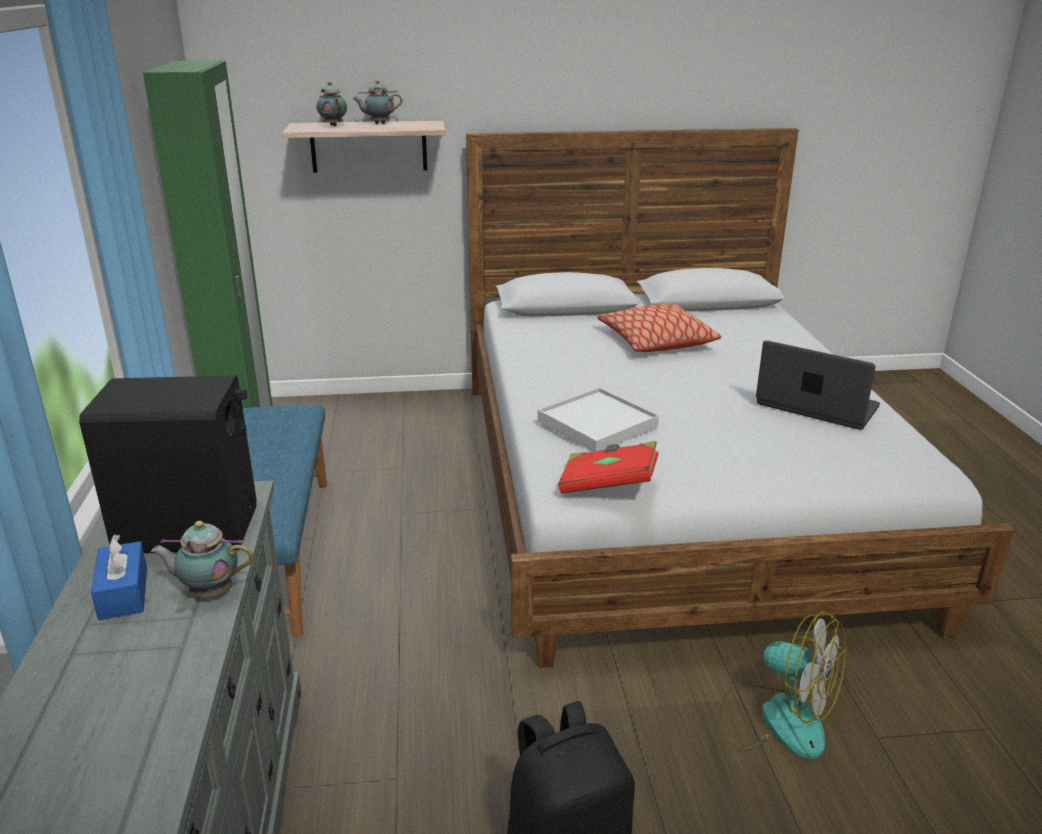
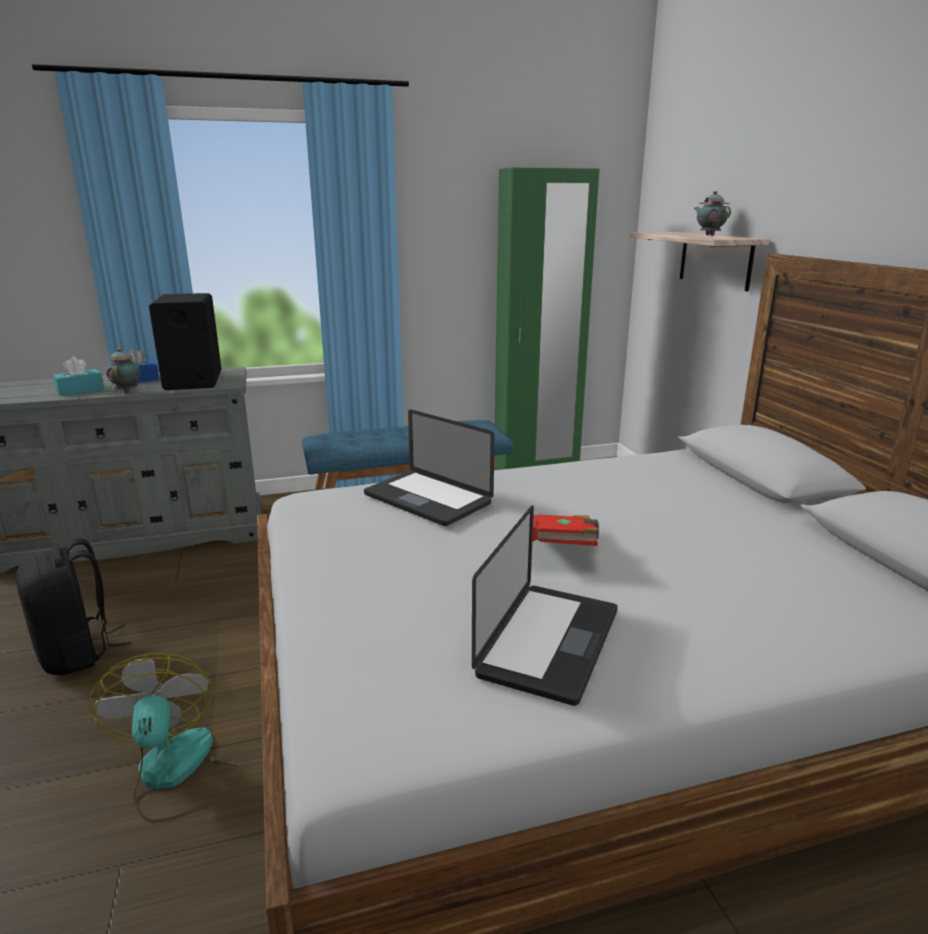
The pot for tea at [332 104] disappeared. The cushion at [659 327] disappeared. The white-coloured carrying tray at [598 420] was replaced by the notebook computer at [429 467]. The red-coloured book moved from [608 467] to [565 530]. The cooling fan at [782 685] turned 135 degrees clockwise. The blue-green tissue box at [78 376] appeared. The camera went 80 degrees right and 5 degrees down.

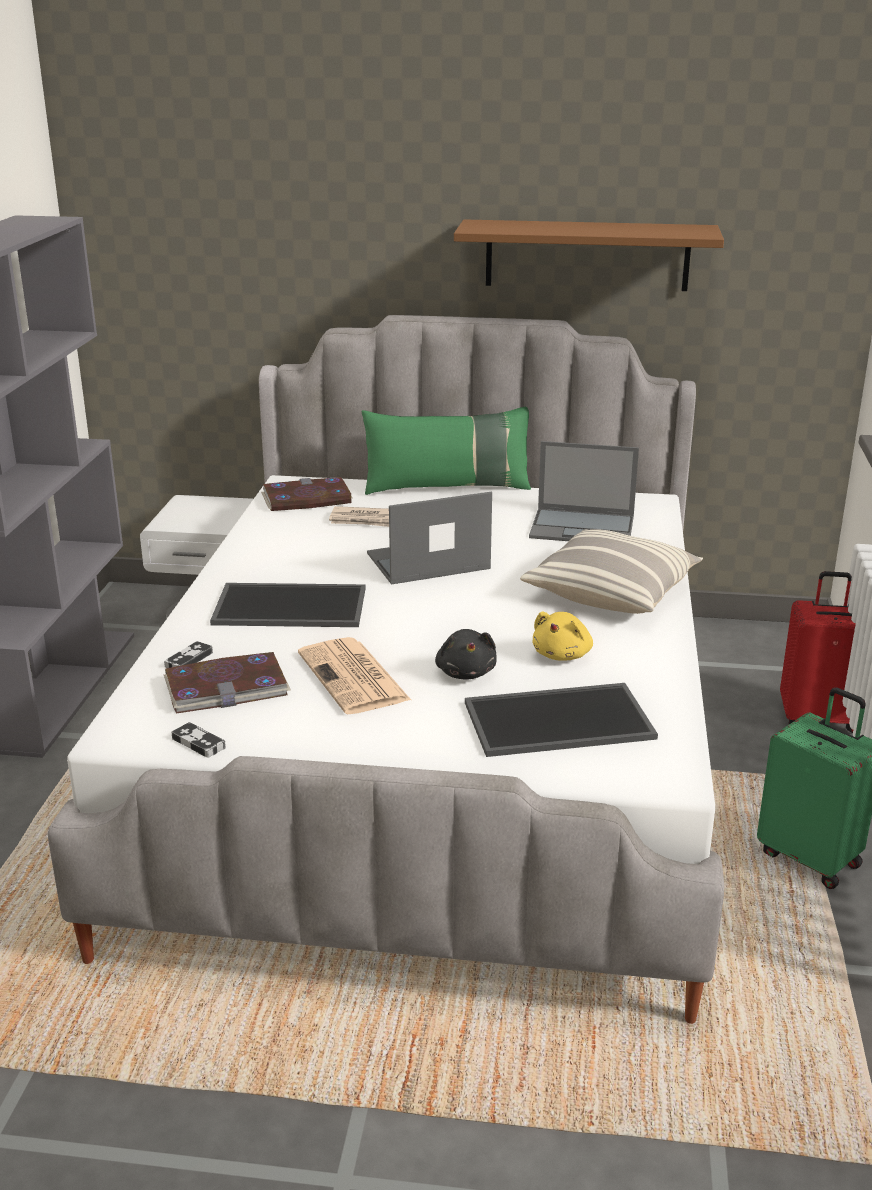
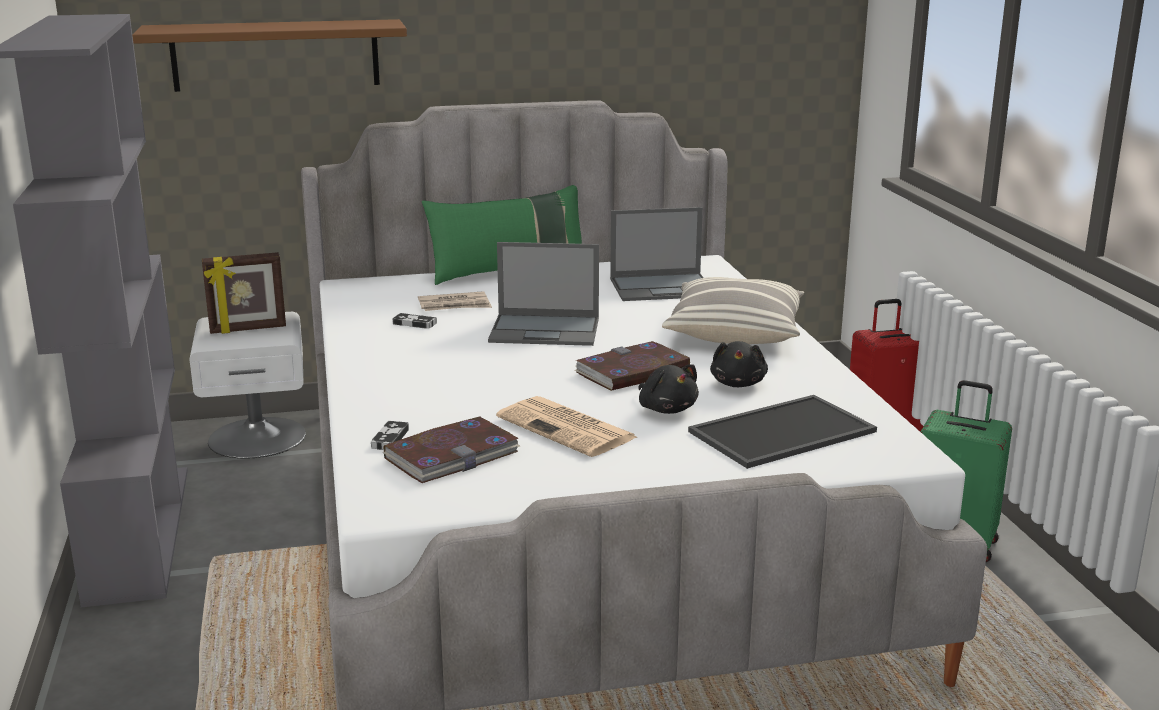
The brown-coloured bracket shelf moved from [589 255] to [269 55]. The book moved from [306 494] to [632 366]. The notebook computer at [429 538] turned 135 degrees counterclockwise. The carrying tray at [287 605] disappeared. The yellow cuddly toy at [562 636] became the black cuddly toy at [739 364]. The gamepad moved from [198 740] to [415 321]. The standing frame at [244 293] appeared. The camera went 20 degrees left and 5 degrees down.

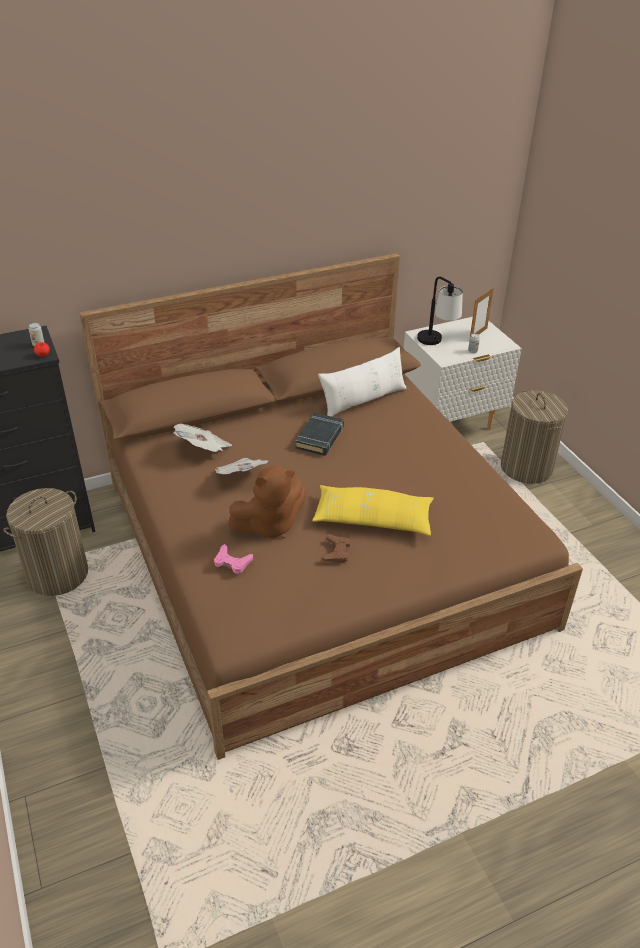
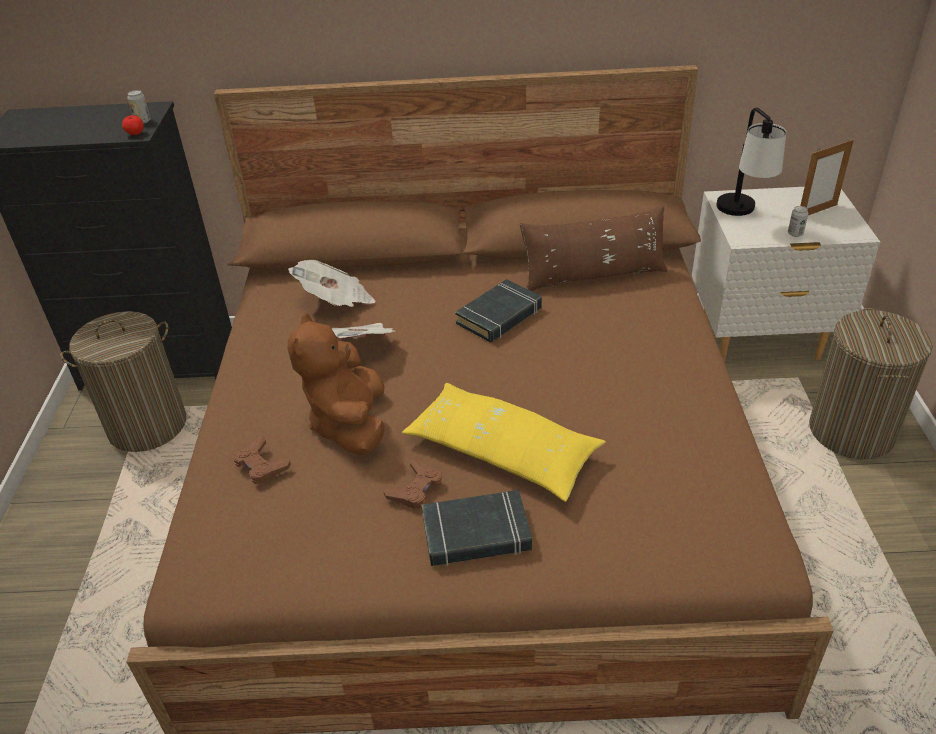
The white-coloured cushion at [362 382] became the brown-coloured cushion at [593 248]. The brown-coloured cuddly toy at [267 503] turned 90 degrees clockwise. The pink gamepad at [233 559] became the brown-coloured gamepad at [262 460]. The black book at [477 528] appeared. The camera went 25 degrees right and 0 degrees up.

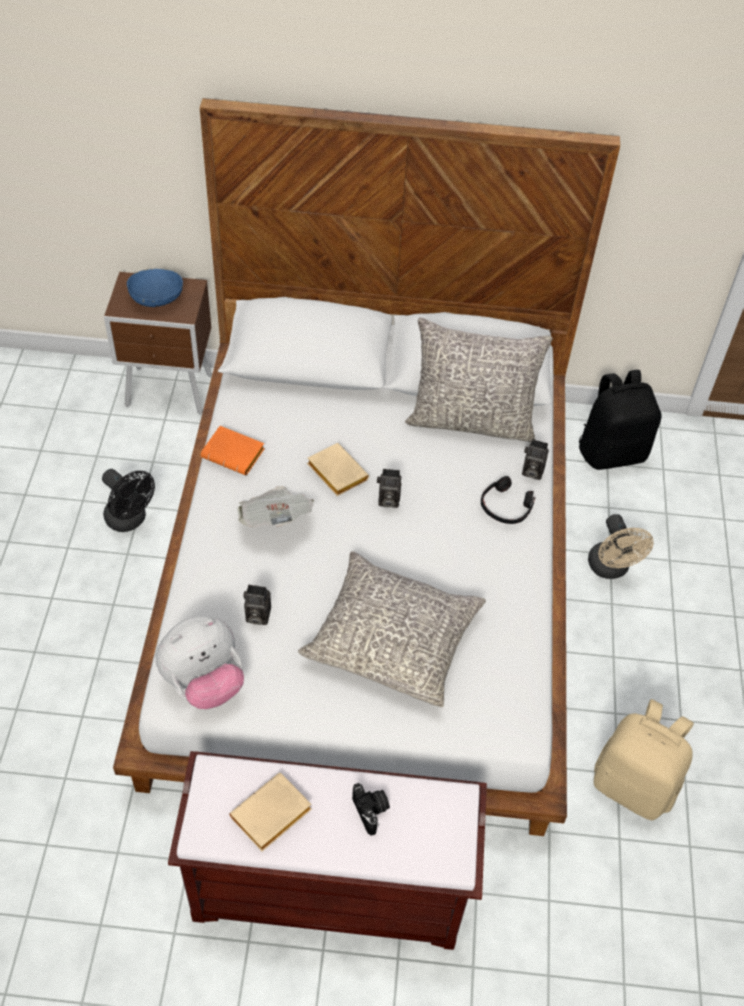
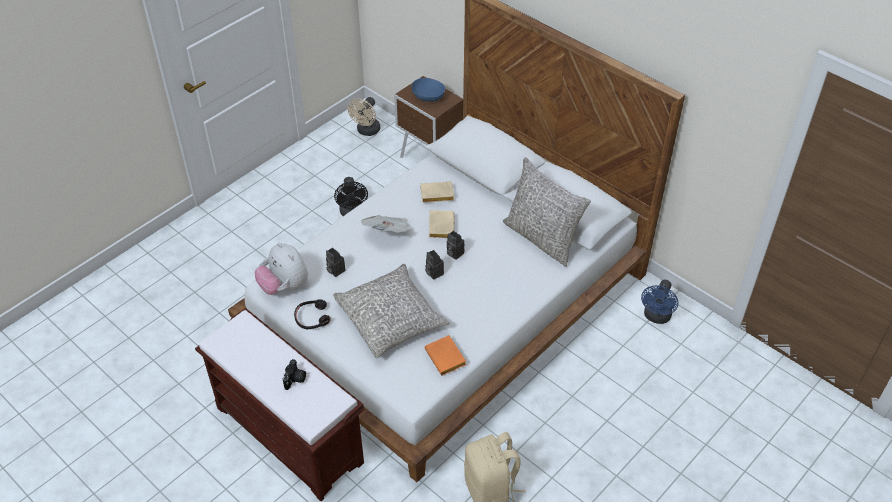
The black rucksack at [620 420] was replaced by the blue cooling fan at [659 302]. The orange-coloured book moved from [233 450] to [445 355]. The photo camera moved from [535 459] to [434 264]. The black headset moved from [508 500] to [312 314]. The sand-coloured cooling fan moved from [621 546] to [364 116]. The cuddly toy at [200 662] turned 45 degrees clockwise. The sand-coloured book moved from [271 812] to [437 192]. The camera went 40 degrees right and 5 degrees down.

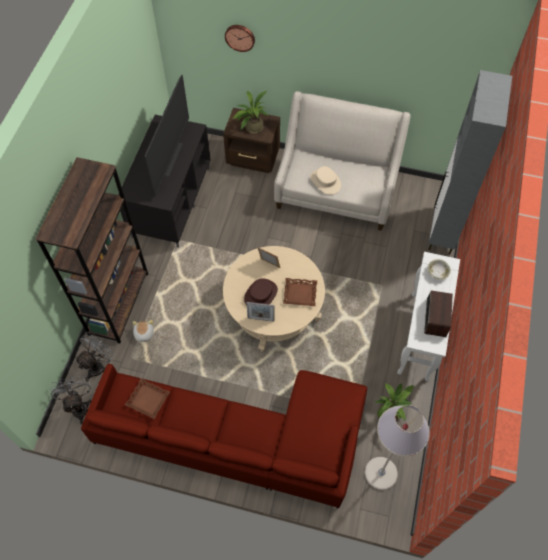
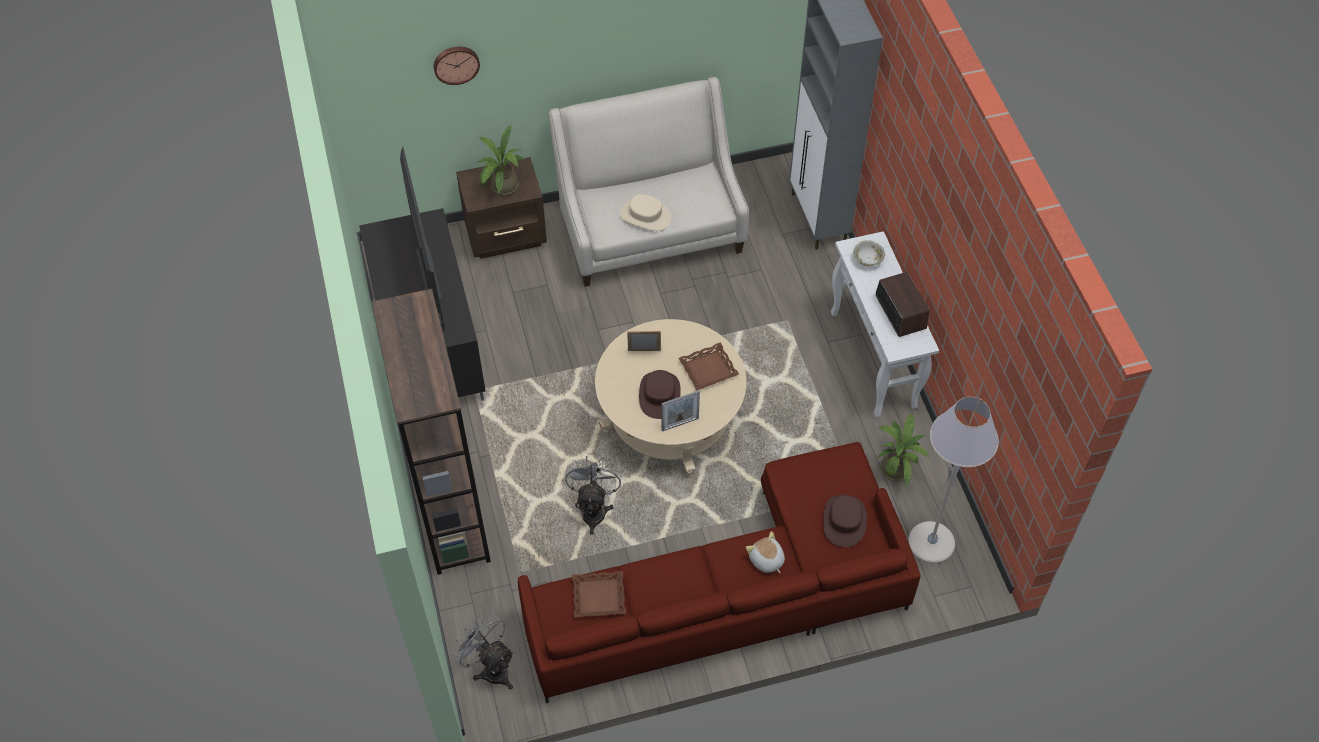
The cuddly toy moved from [143 332] to [765 552]. The gray cooling fan moved from [95 356] to [593 495]. The brown-coloured hat at [845 521] appeared. The camera went 30 degrees left and 5 degrees down.

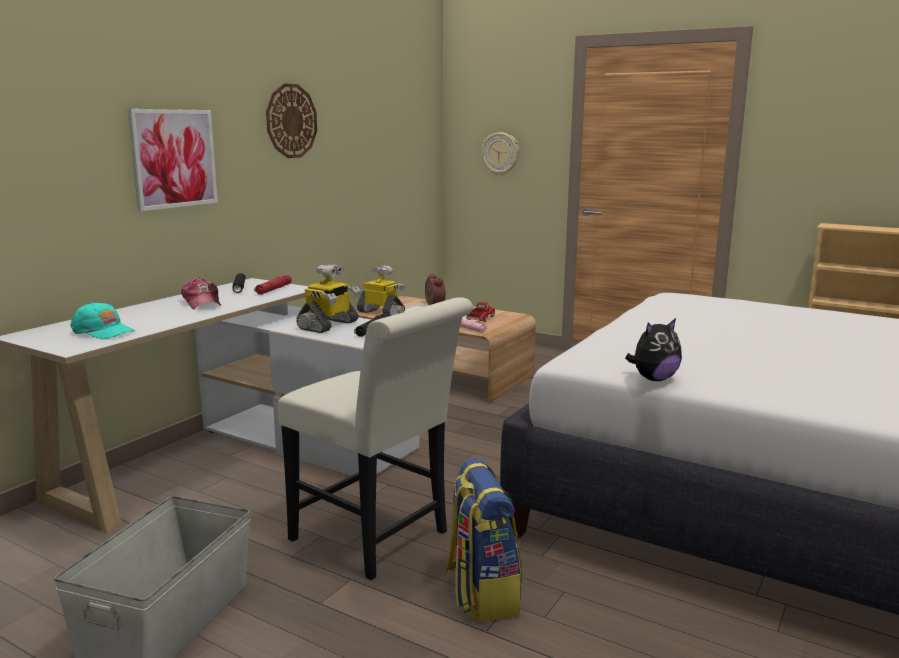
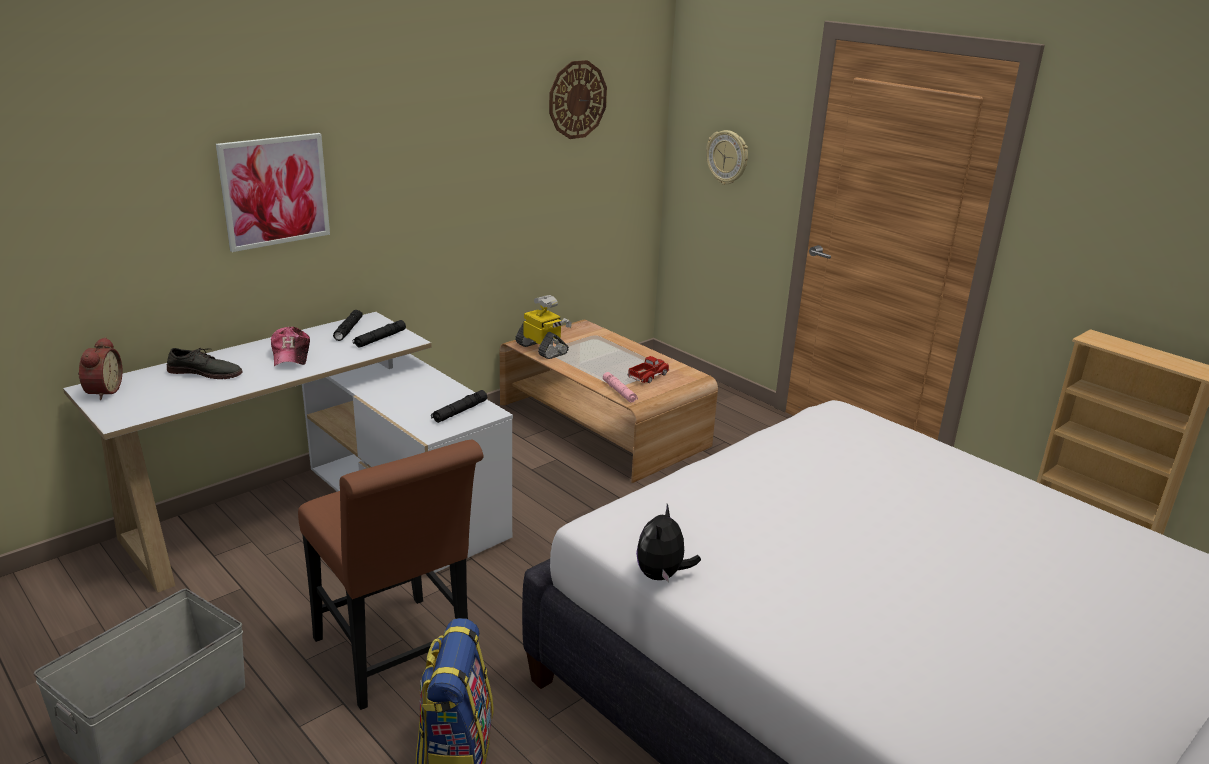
The clock on the wall moved from [291 120] to [578 99]. The toy robot at [328 298] disappeared. The bedside clock moved from [435 289] to [100 368]. The red-coloured torch at [273 285] became the black torch at [379 334]. The white-coloured chair at [375 438] became the brown-coloured chair at [391 575]. The blue-green peaked cap at [103 320] disappeared. The cuddly toy at [653 349] turned 120 degrees clockwise. The gray shoe at [204 363] appeared. The camera went 15 degrees right and 10 degrees up.

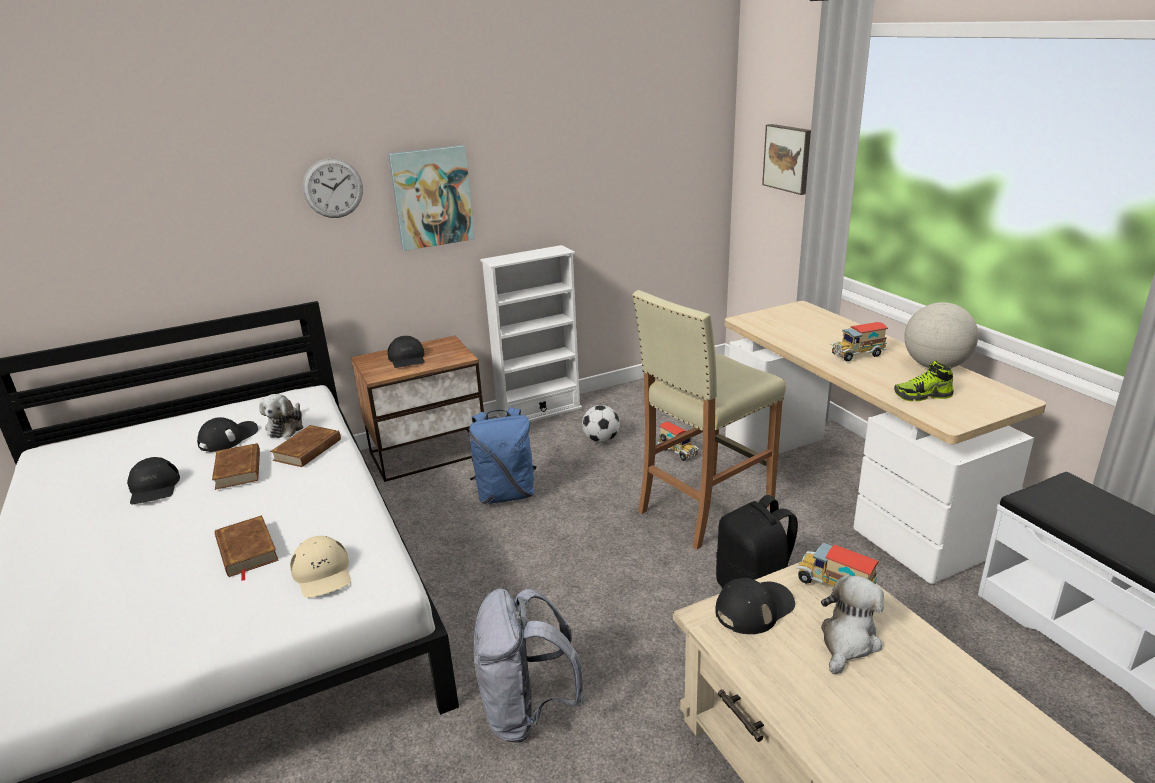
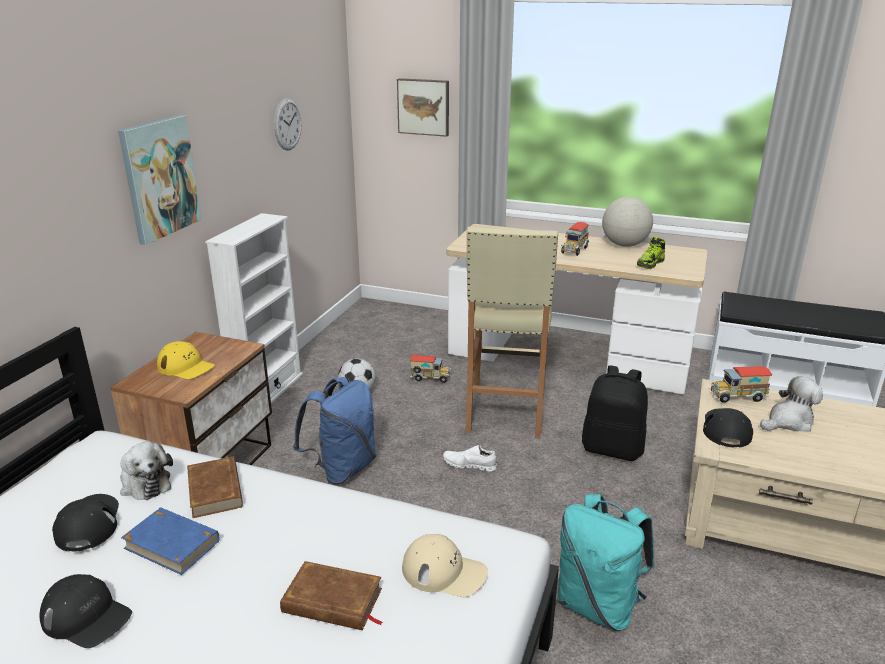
The clock on the wall moved from [333 188] to [288 124]. The black peaked cap at [406 352] became the yellow peaked cap at [186 360]. The brown-coloured book at [236 466] became the blue book at [170 541]. The cuddly toy at [852 624] turned 75 degrees clockwise. The gray rucksack at [529 666] became the blue-green rucksack at [606 562]. The white-coloured shoe at [470 458] appeared. The camera went 45 degrees left and 0 degrees up.

